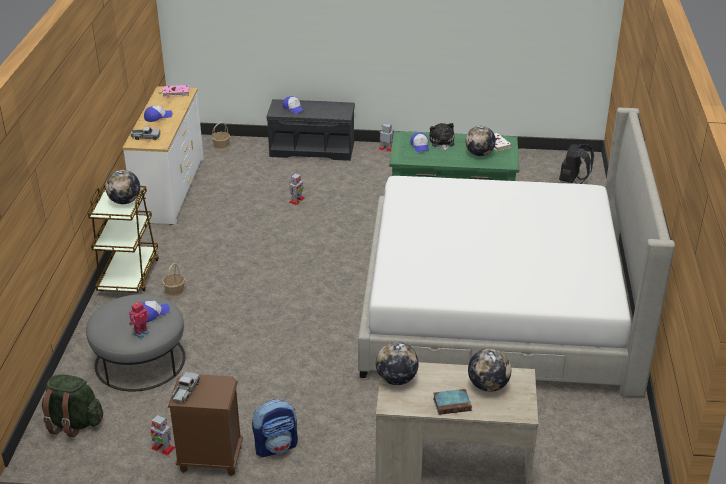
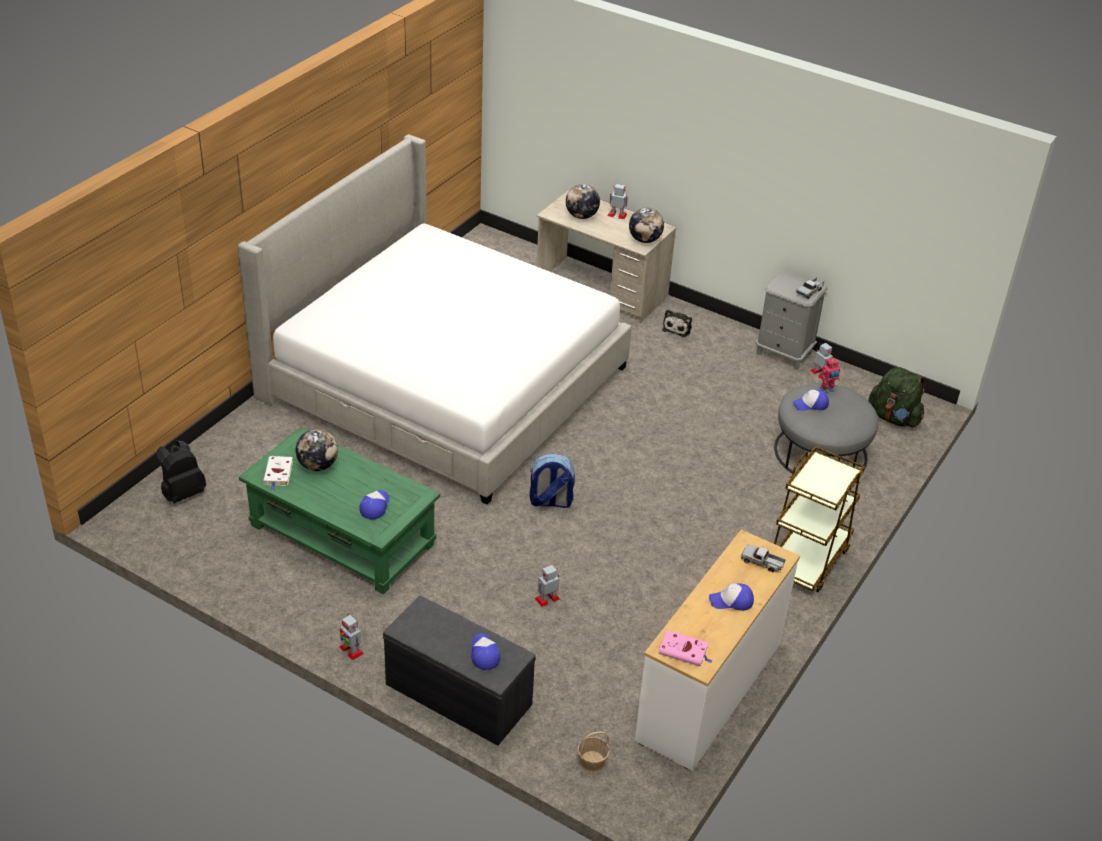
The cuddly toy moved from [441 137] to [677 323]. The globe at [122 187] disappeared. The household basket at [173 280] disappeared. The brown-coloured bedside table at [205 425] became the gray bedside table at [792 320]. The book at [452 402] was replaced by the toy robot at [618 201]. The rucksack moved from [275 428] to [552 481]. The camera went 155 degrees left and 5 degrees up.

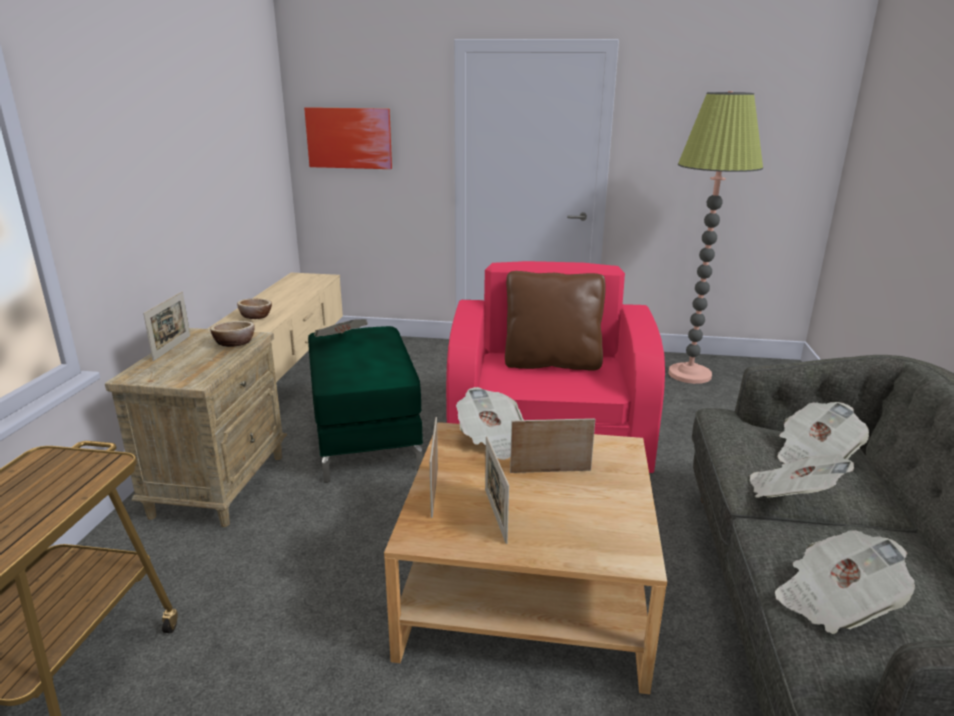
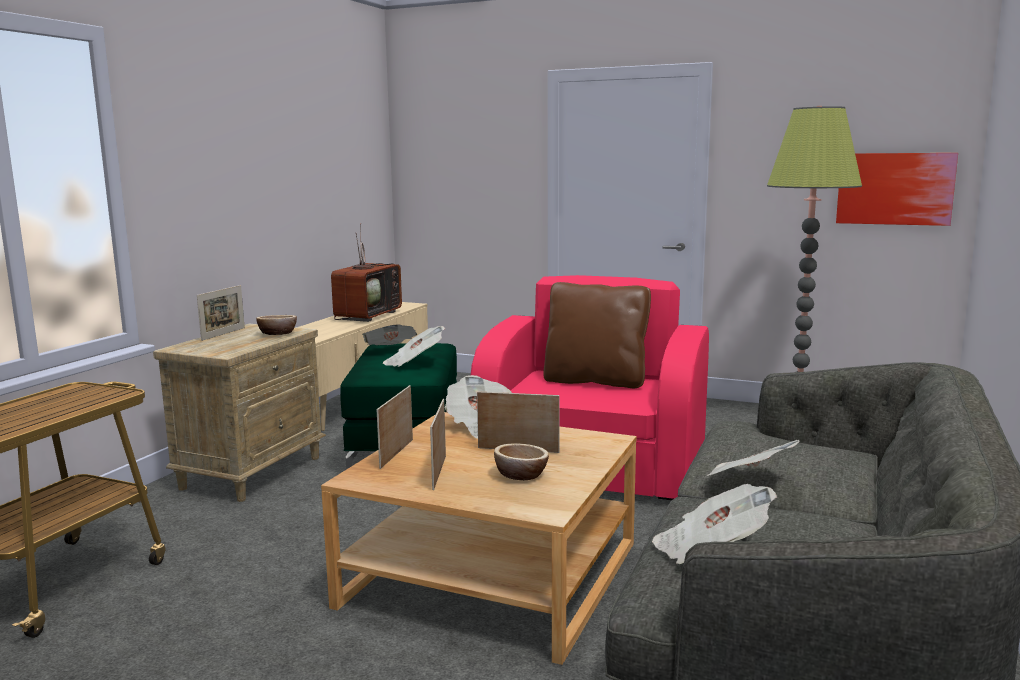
The wall picture moved from [348 138] to [897 189]. The bowl moved from [254 309] to [521 461]. The printed paper moved from [823 432] to [414 346]. The television at [366 272] appeared. The camera went 15 degrees right and 10 degrees down.

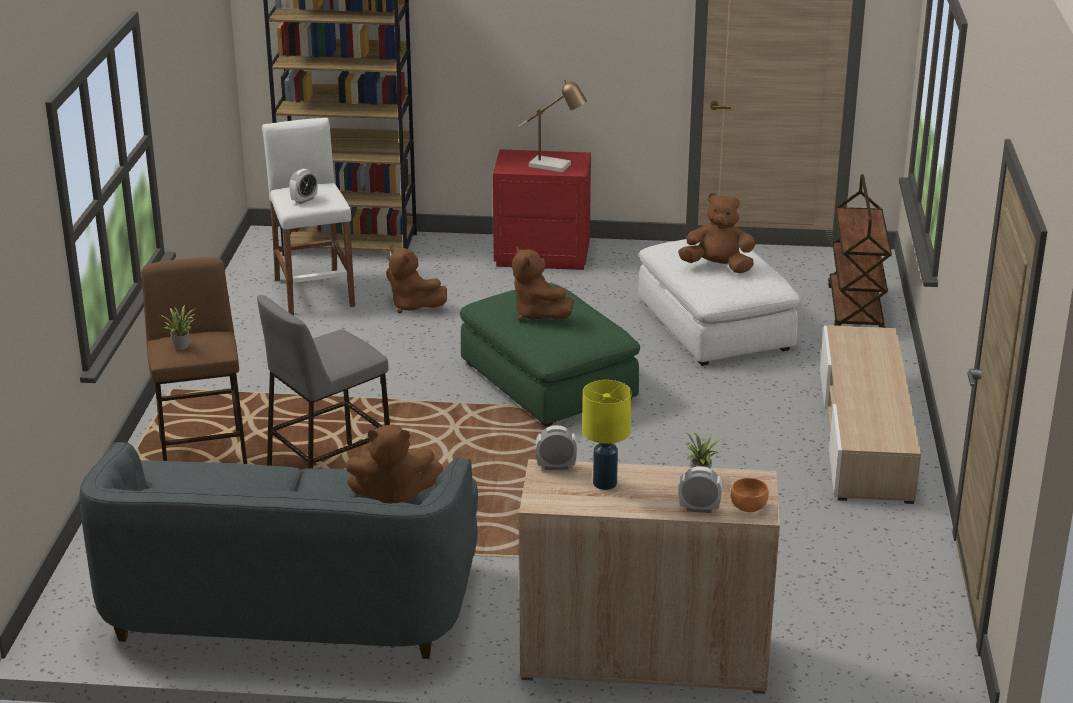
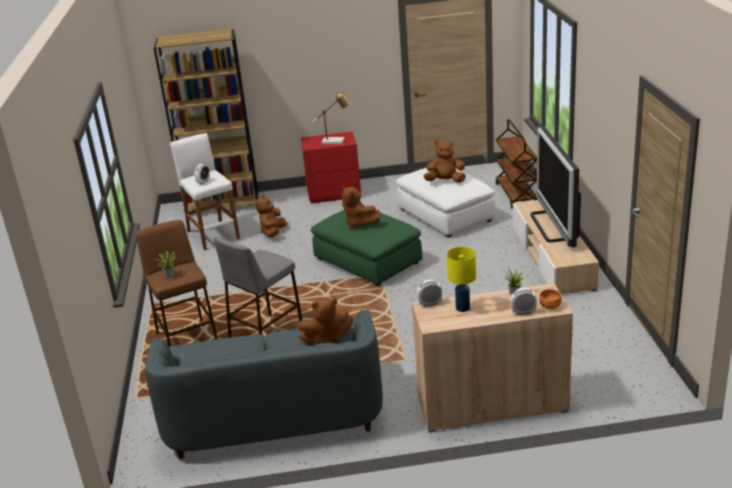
The brown-coloured cuddly toy at [416 279] turned 75 degrees clockwise. The television at [555 187] appeared. The camera went 10 degrees left and 0 degrees up.

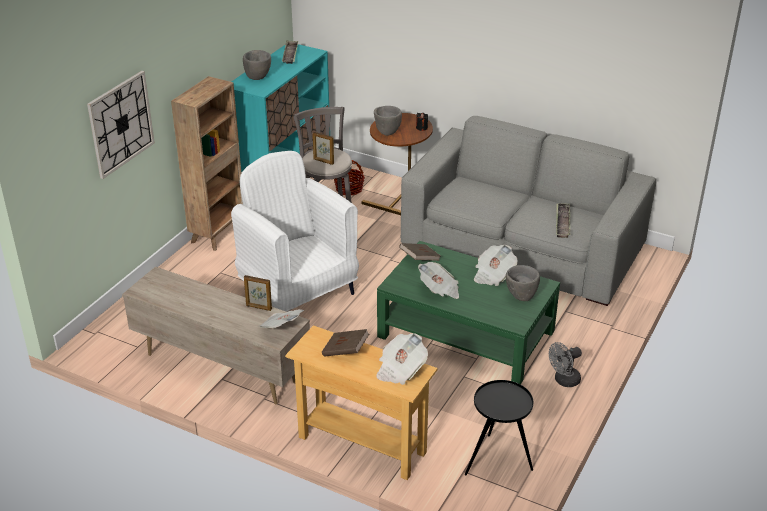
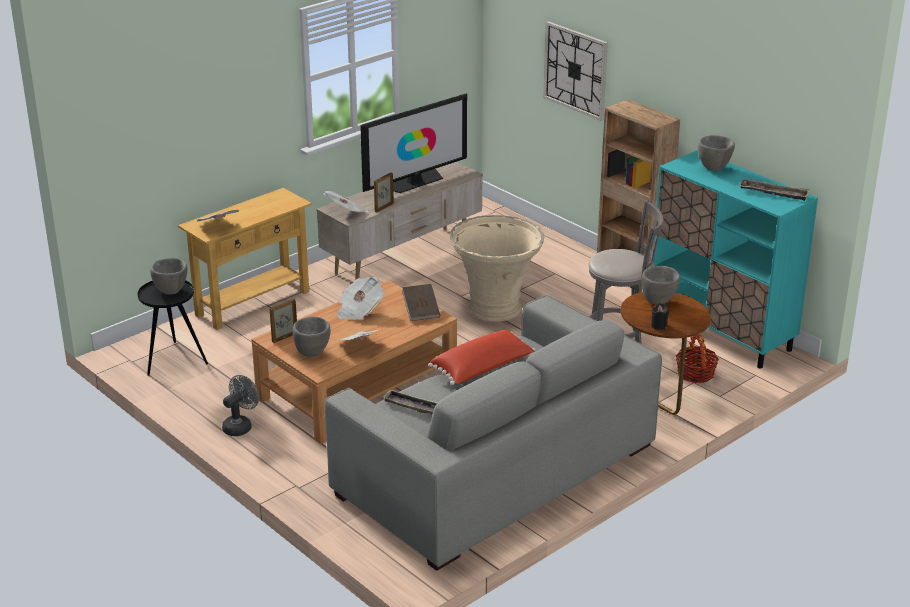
The standing frame moved from [323 148] to [283 321]. The white-coloured armchair at [295 231] was replaced by the sand-coloured plant pot at [497 268]. The greenish low table at [468 313] became the brown-coloured low table at [354 362]. The brown-coloured book at [345 343] disappeared. The gray cooling fan at [565 364] turned 45 degrees clockwise. The television at [413 143] appeared. The gray bowl at [168 276] appeared. The red-coloured cushion at [481 357] appeared. The camera went 110 degrees right and 5 degrees down.

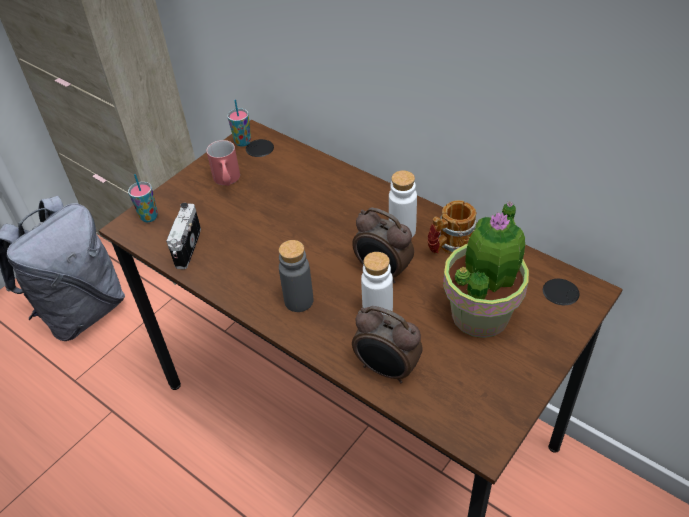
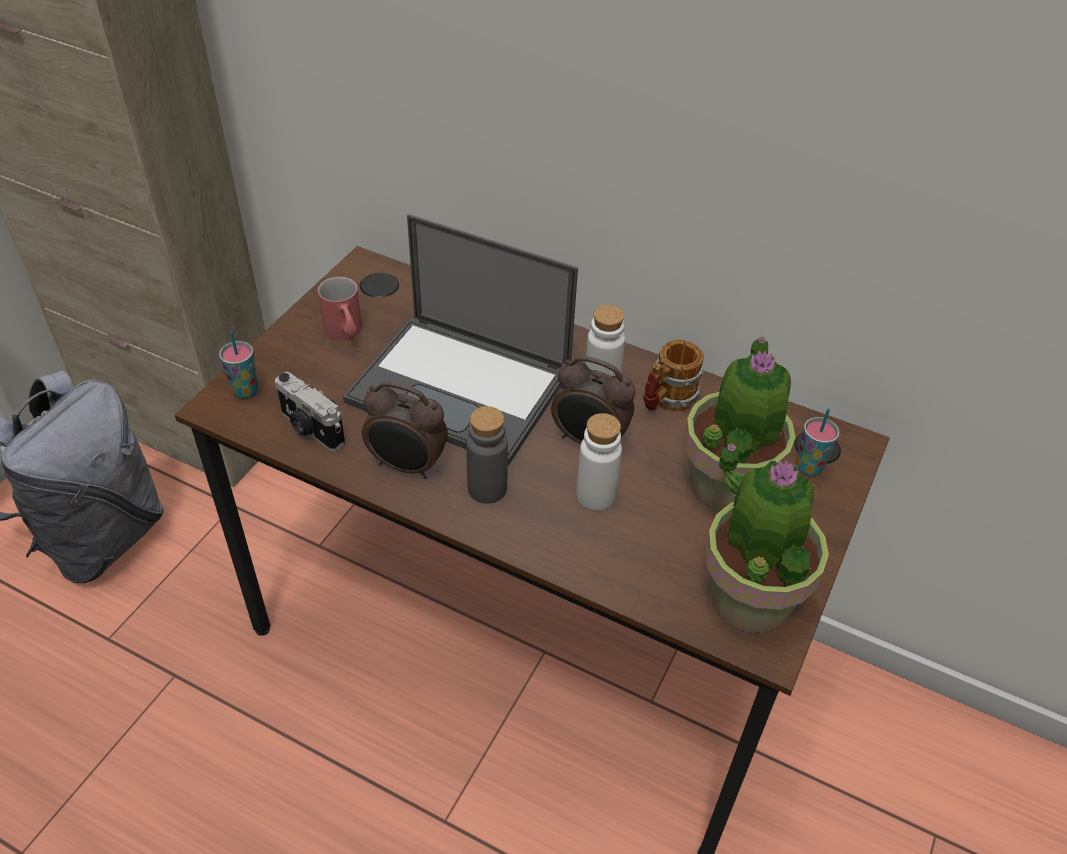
The cup moved from [239 123] to [817 442]. The photo camera at [183 236] turned 45 degrees counterclockwise. The bedside clock moved from [387 344] to [405 430]. The notebook computer at [460 339] appeared. The plant in a pot at [767 538] appeared. The camera went 15 degrees left and 0 degrees up.

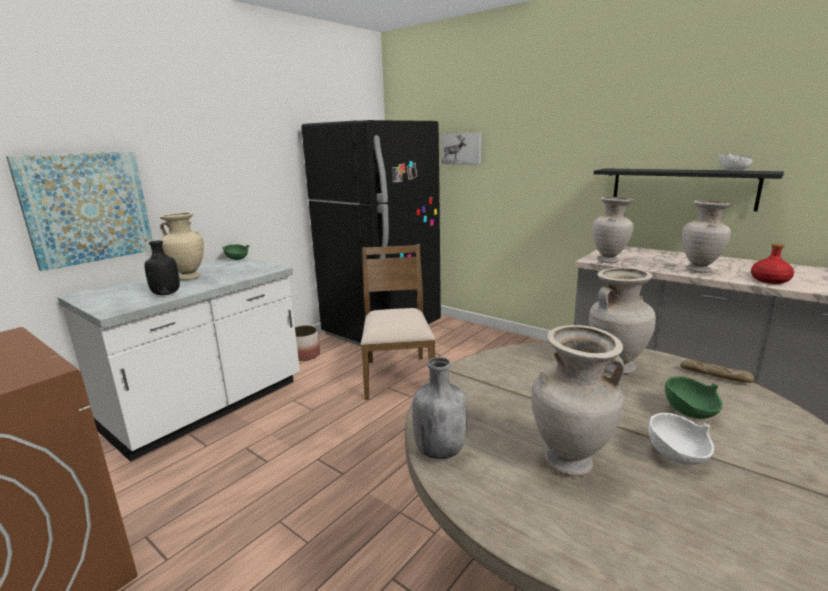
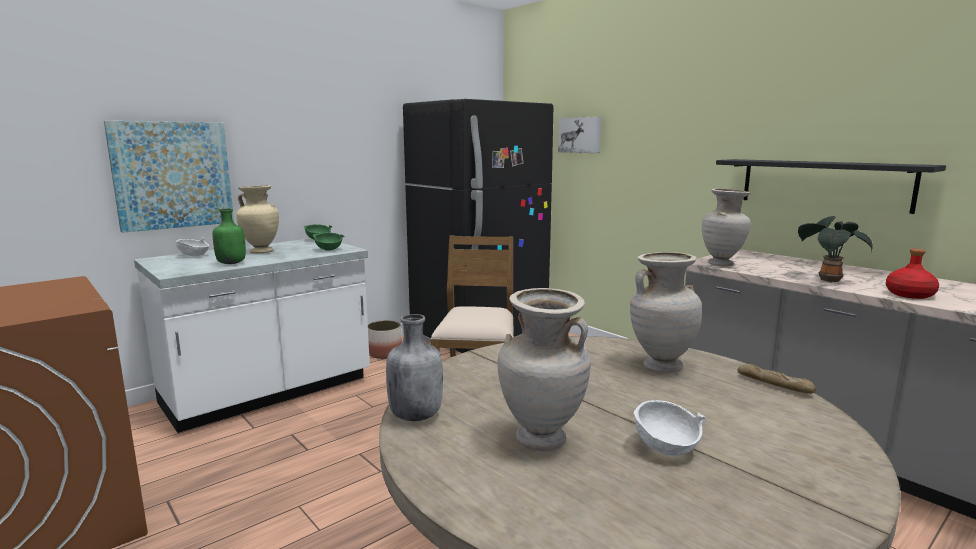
The white-coloured bowl moved from [736 162] to [192 246]. The sand-coloured flower vase at [707 236] was replaced by the plant in a pot at [835 249]. The black drink bottle at [162 267] became the greenish drink bottle at [229 236]. The greenish bowl moved from [694 397] to [328 241]. The camera went 10 degrees right and 5 degrees down.

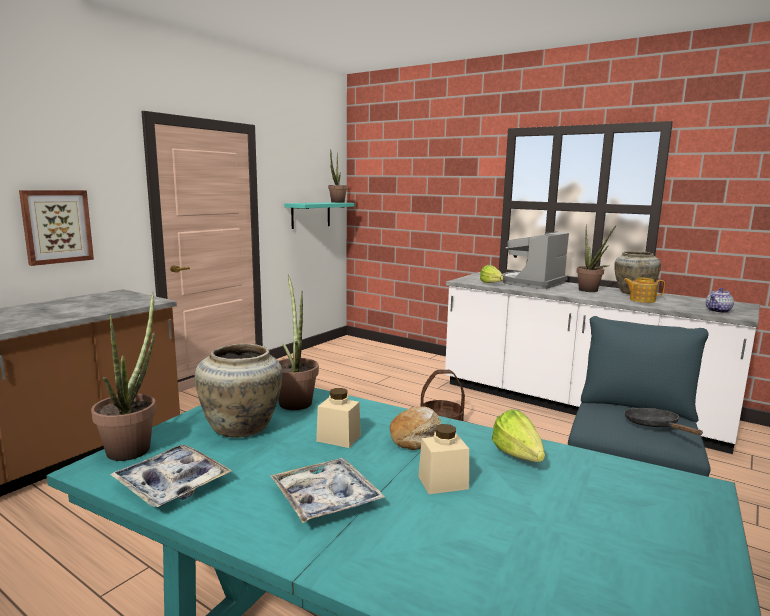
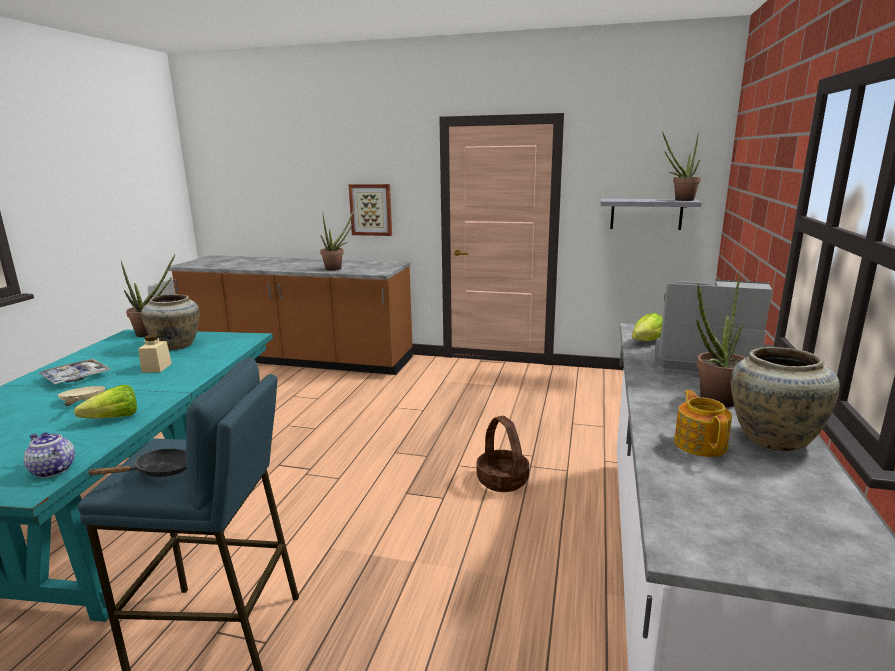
The blue-green bracket shelf at [319 215] became the gray bracket shelf at [651 214]. The plant in a pot moved from [298 342] to [337 239]. The pot for tea moved from [720 300] to [49 455]. The baked bread at [415 428] disappeared. The sand-coloured preserve jar at [443 459] was replaced by the sand-coloured pan at [81 396]. The carrying tray at [170 476] disappeared. The camera went 70 degrees right and 5 degrees up.

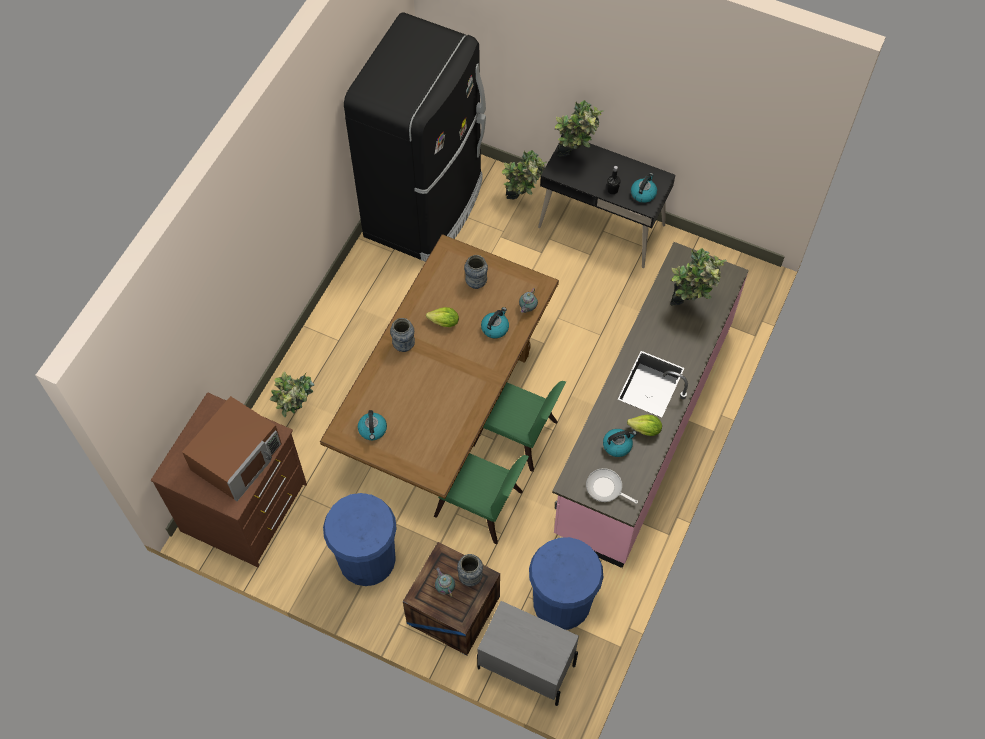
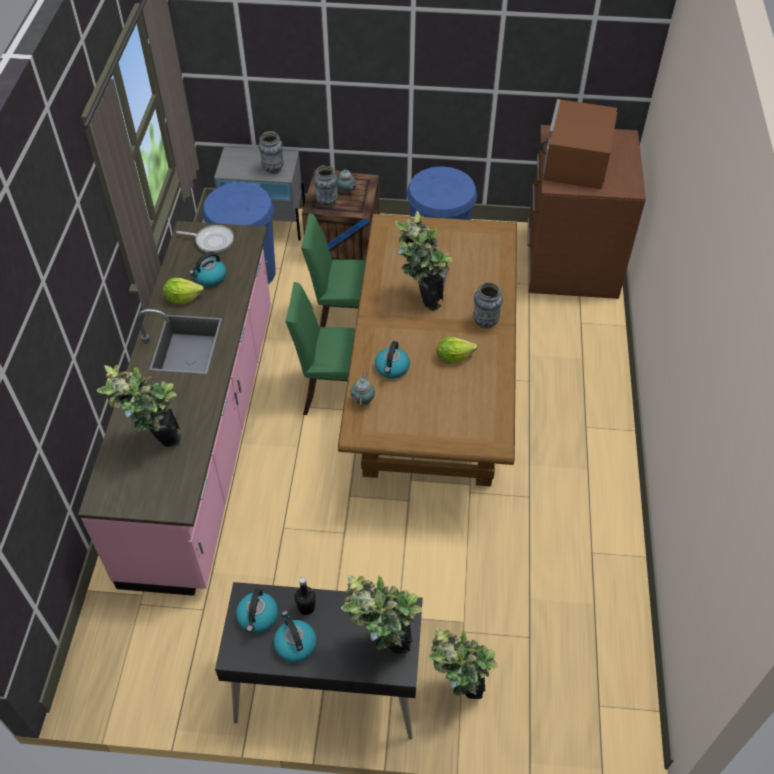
The black kitchen fridge at [415 137] disappeared. The flower vase moved from [476 272] to [271 152]. The plant in a pot moved from [292 394] to [423 261]. The kettle moved from [372 425] to [295 636]. The camera went 160 degrees right and 10 degrees down.

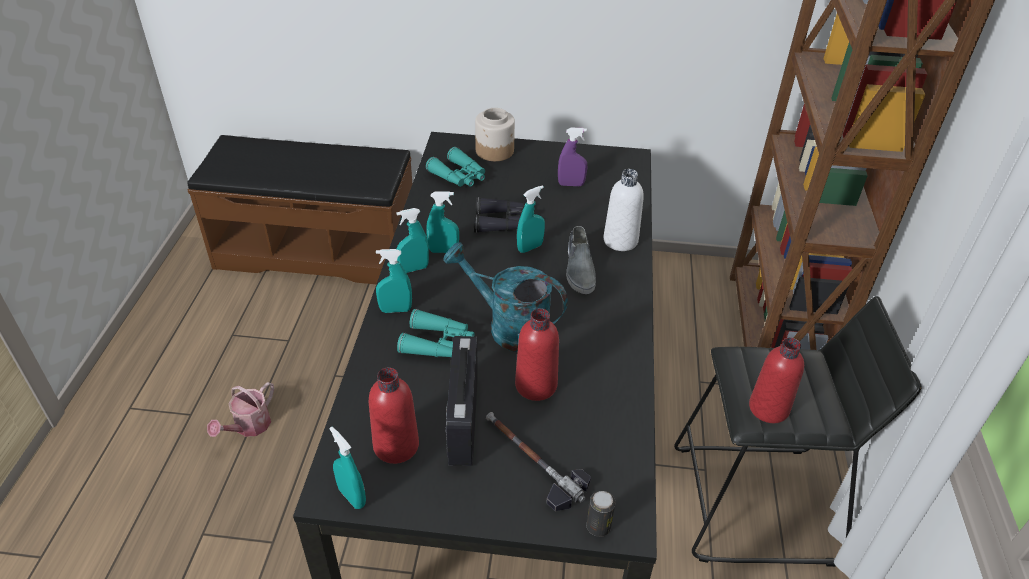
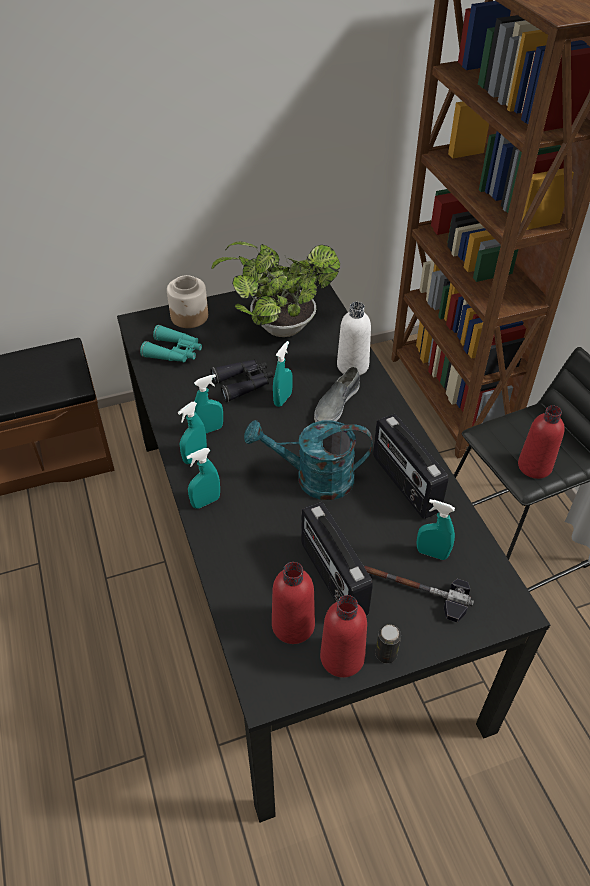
The purple sprayer at [572 157] was replaced by the plant in a pot at [275 289]. The gray shoe at [581 260] turned 60 degrees clockwise. The red-coloured drink bottle moved from [537 354] to [343 636]. The blue-green field glasses at [436 333] disappeared. The watering pot at [240 409] disappeared. The blue-green sprayer moved from [347 468] to [436 529]. The sealed can moved from [601 514] to [388 644]. The radio receiver at [410 466] appeared. The camera went 25 degrees left and 5 degrees up.

